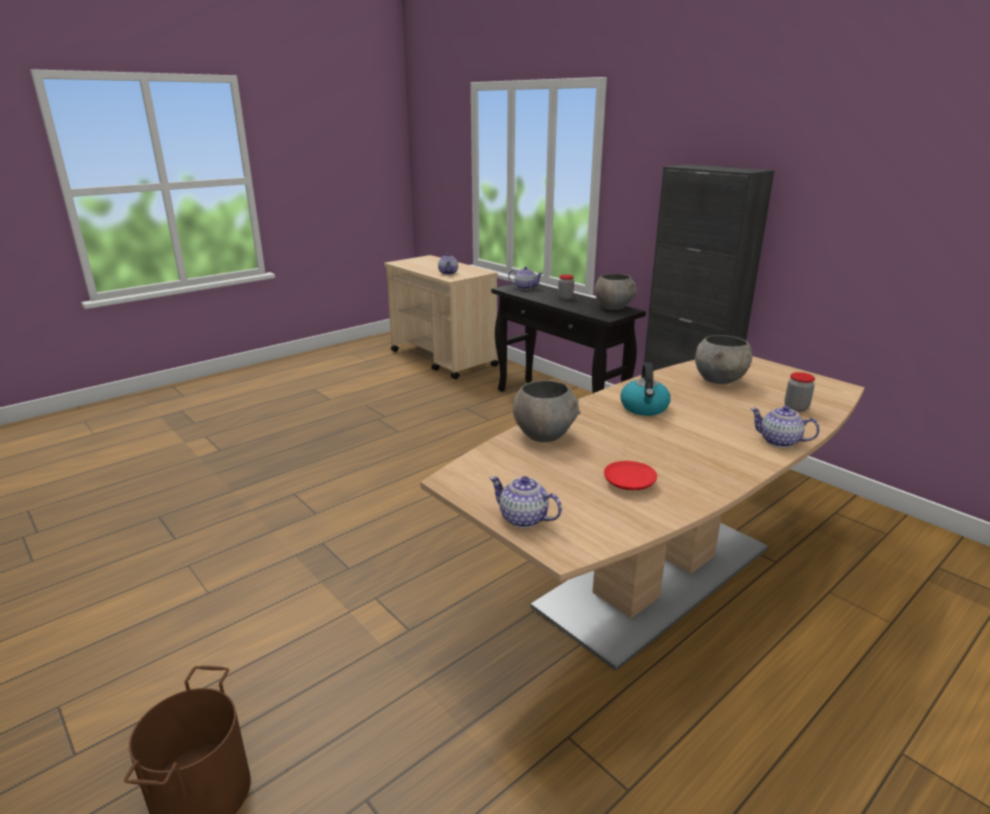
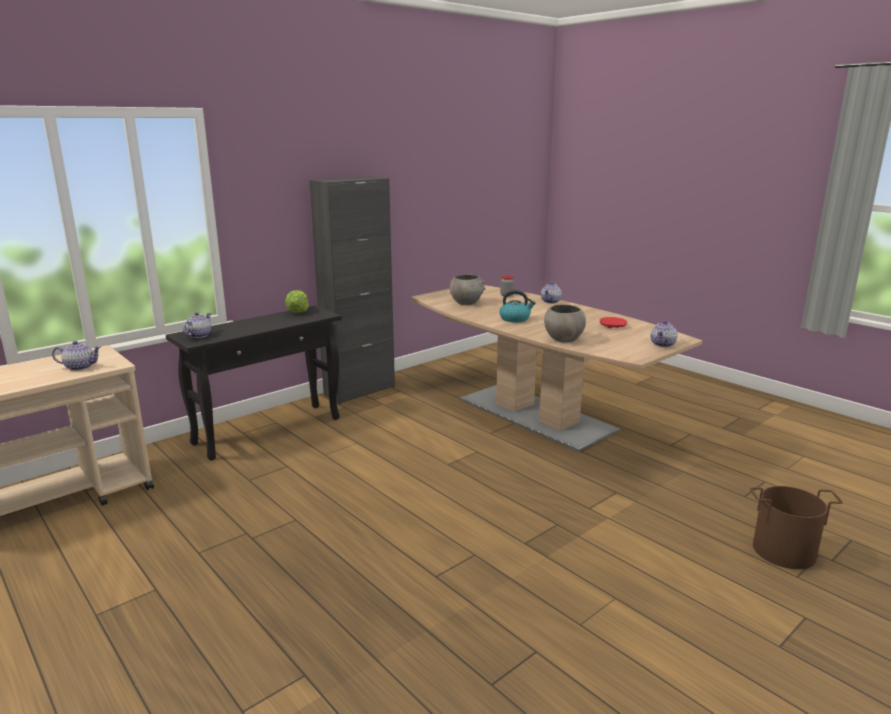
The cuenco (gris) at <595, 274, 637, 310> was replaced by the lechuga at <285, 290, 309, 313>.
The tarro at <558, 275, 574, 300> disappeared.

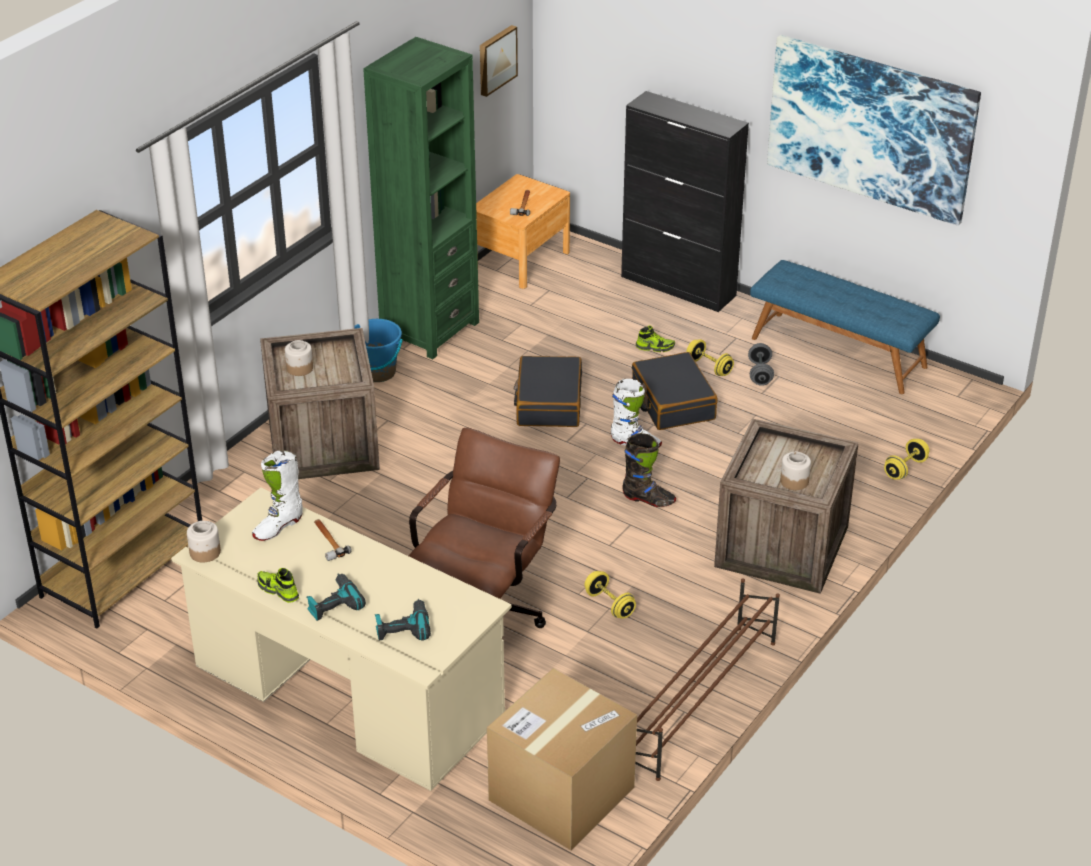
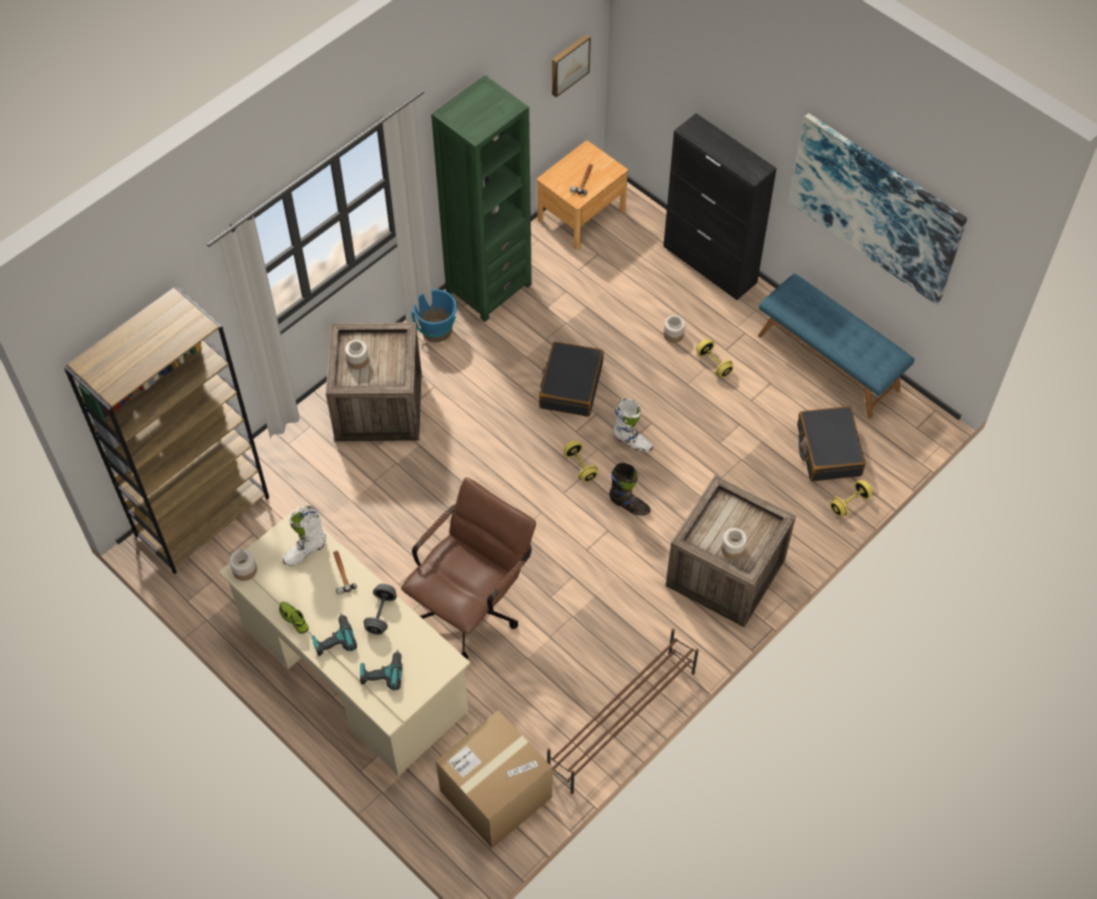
The zapato at <636, 326, 675, 352> was replaced by the tarro at <664, 315, 685, 343>.
The mancuerna (gris) moved from <748, 343, 774, 386> to <363, 584, 397, 635>.
The maleta (negro) moved from <632, 352, 718, 430> to <797, 406, 866, 482>.
The mancuerna (amarillo) moved from <585, 571, 636, 619> to <564, 440, 598, 482>.

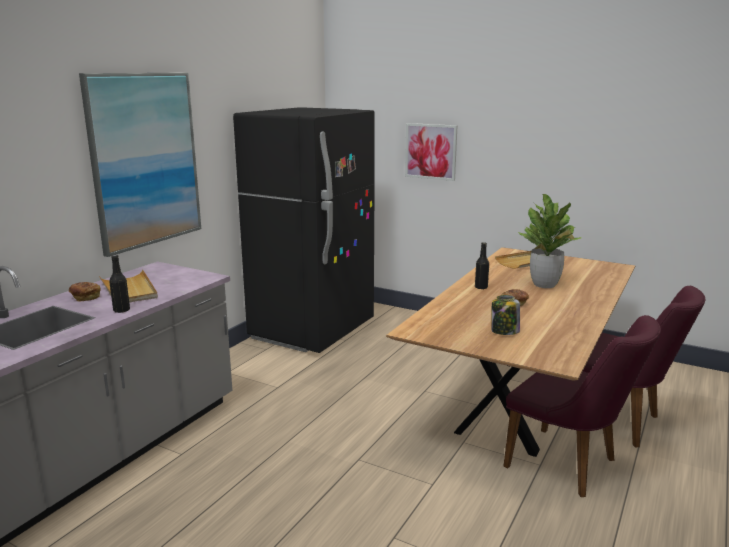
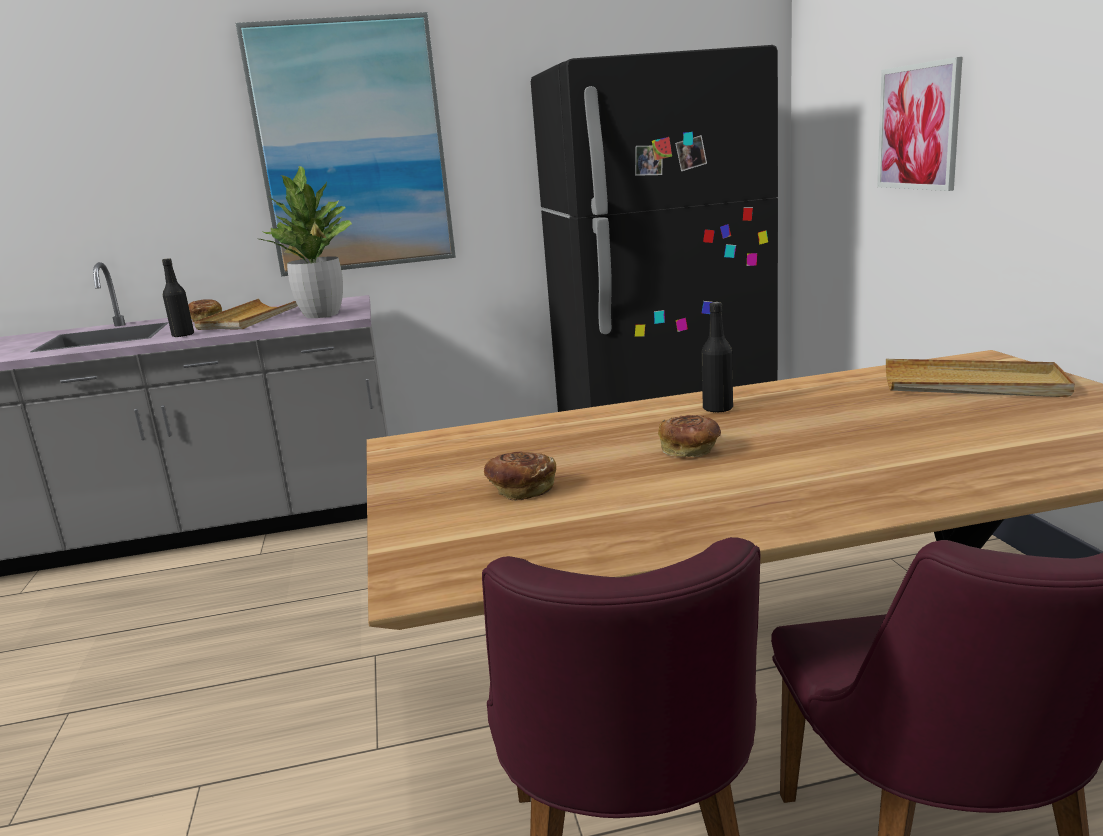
The planta en maceta moved from <517, 194, 582, 288> to <260, 166, 352, 318>.
The tarro at <492, 295, 520, 335> was replaced by the pan at <484, 452, 556, 501>.

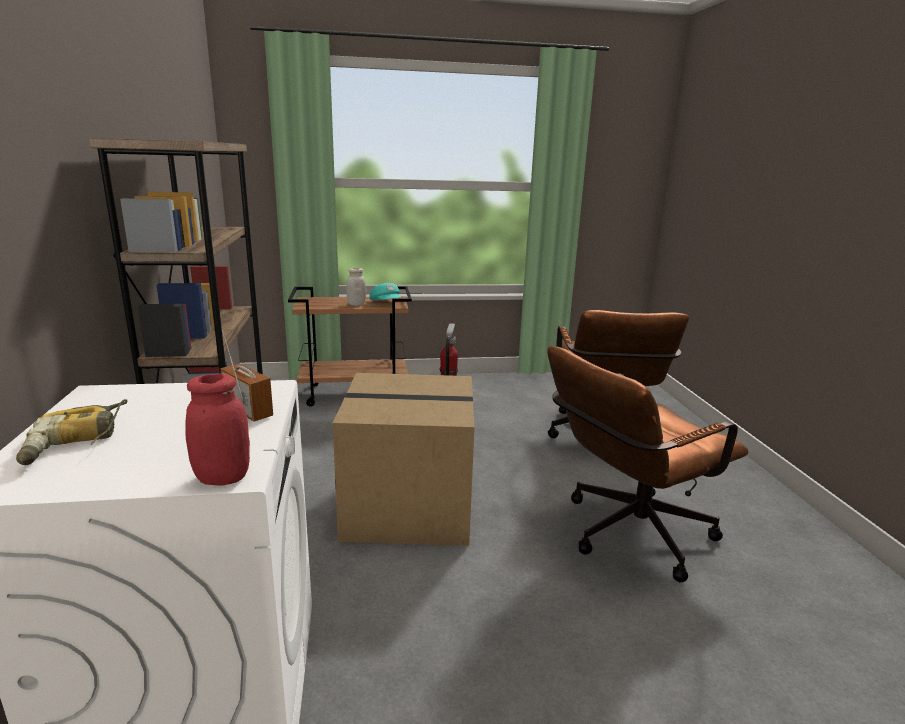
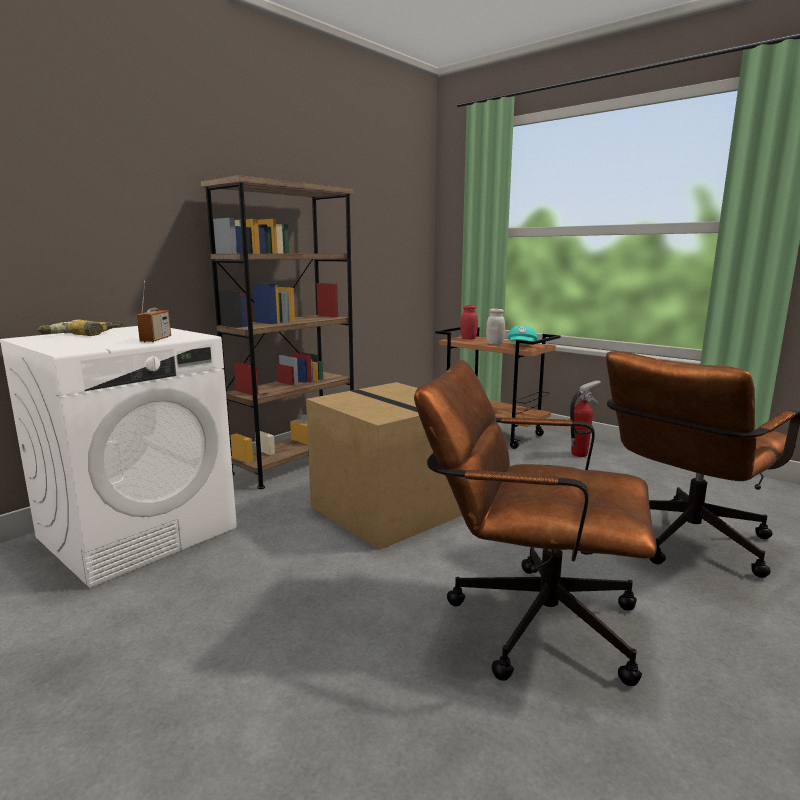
The tarro (rojo) moved from <185, 374, 250, 486> to <460, 305, 478, 339>.

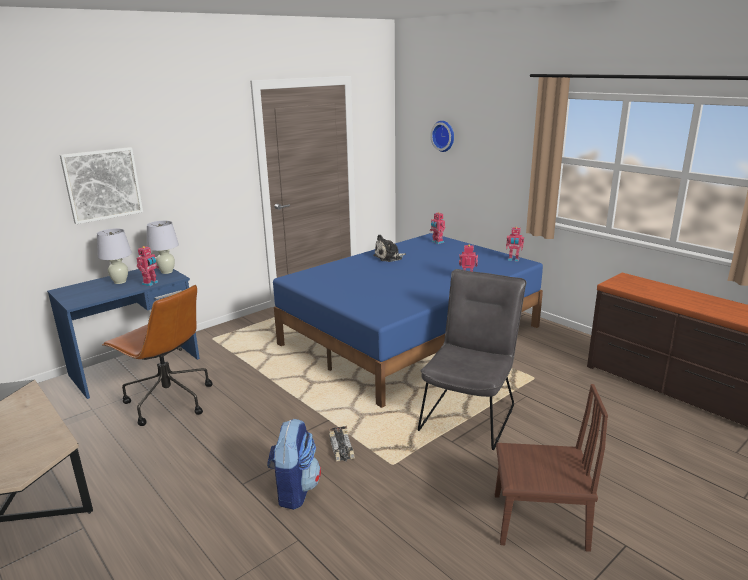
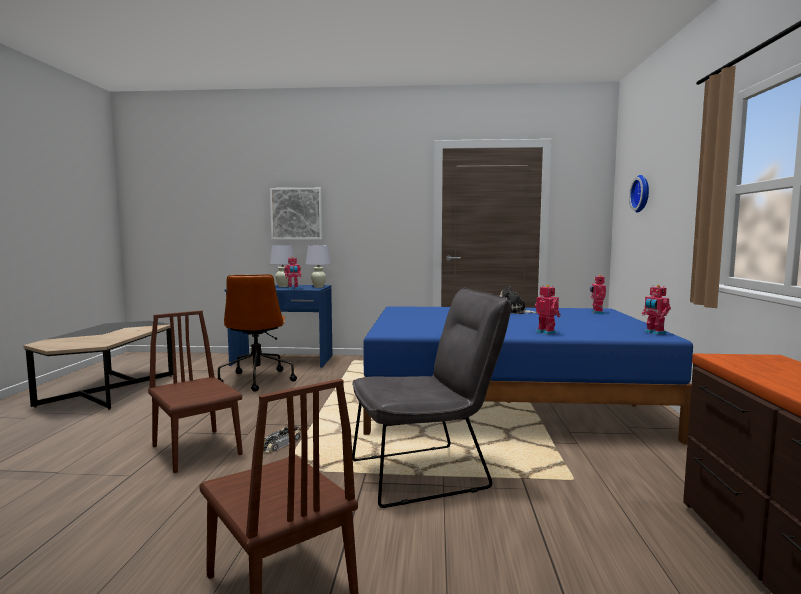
The mochila at <267, 419, 321, 510> was replaced by the silla (marrón) at <148, 310, 243, 473>.

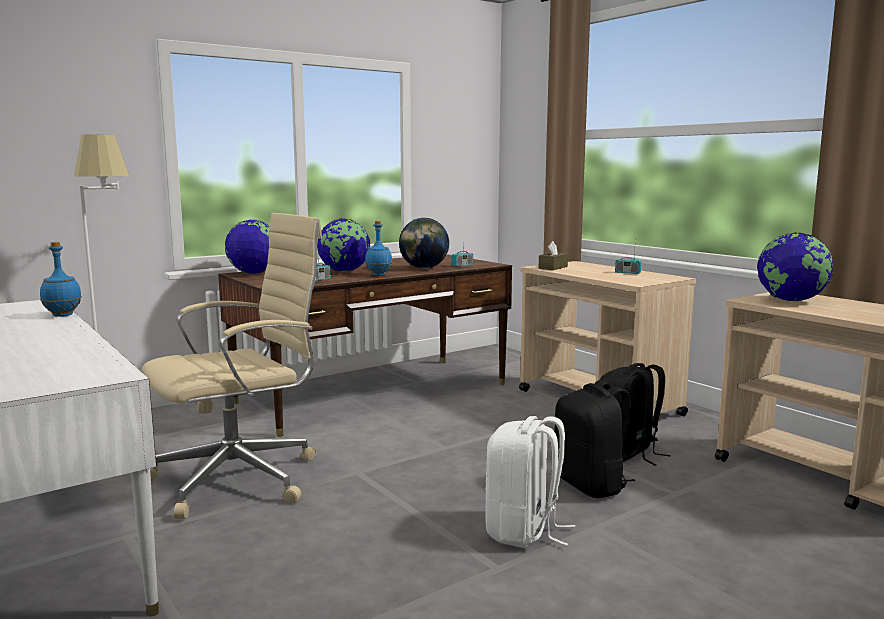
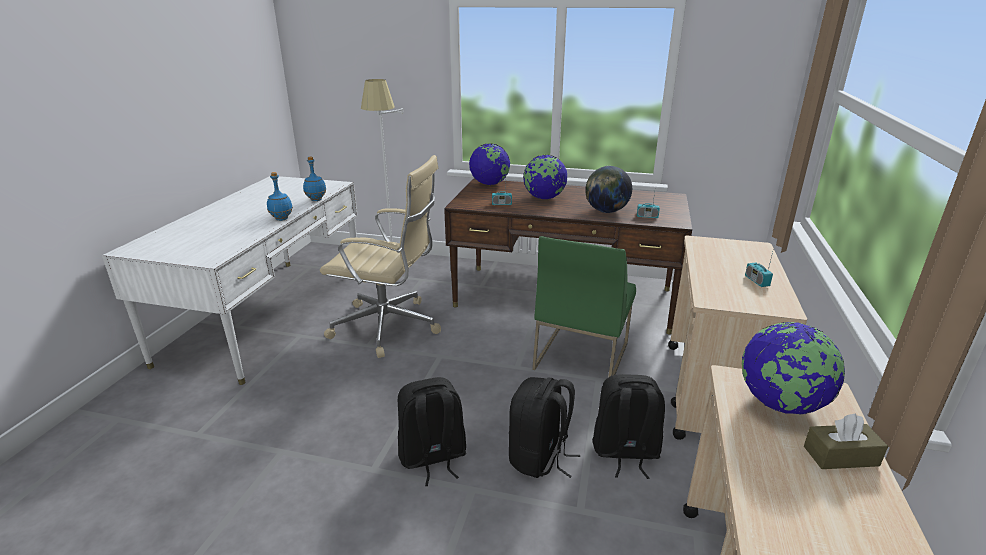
The botella (azul) moved from <365, 221, 392, 276> to <267, 172, 293, 221>.
The caja de pañuelos (marrón) moved from <539, 241, 568, 270> to <804, 414, 888, 469>.
The mochila (blanco) at <485, 416, 576, 548> became the mochila (negro) at <398, 377, 466, 486>.
The silla (verde) at <532, 236, 636, 377> appeared.

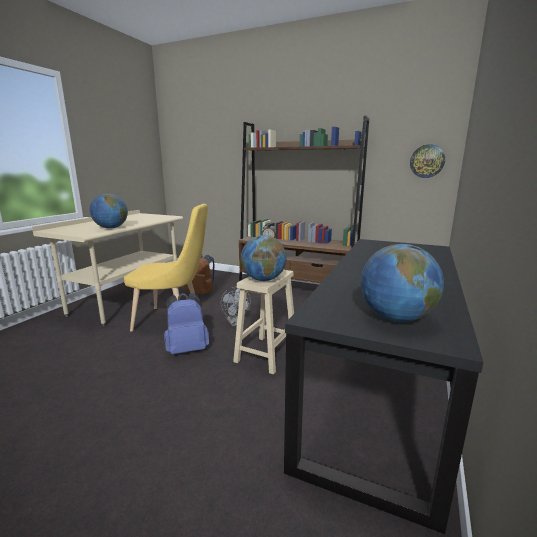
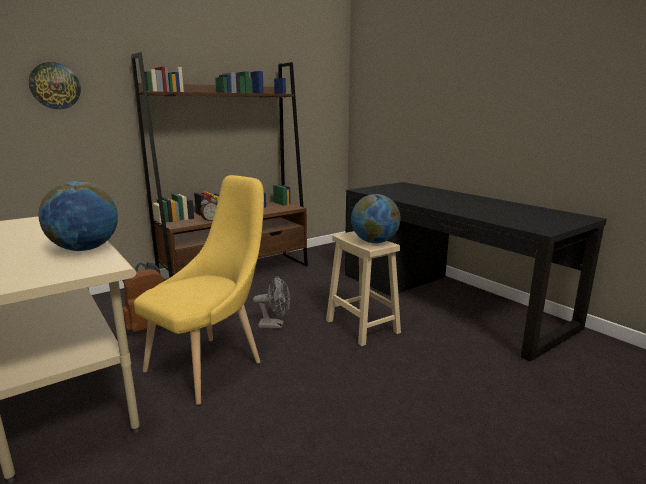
The reloj de pared moved from <410, 144, 445, 178> to <29, 62, 81, 109>.
The globo terráqueo at <361, 244, 444, 322> disappeared.
The mochila (azul) at <164, 293, 209, 355> disappeared.

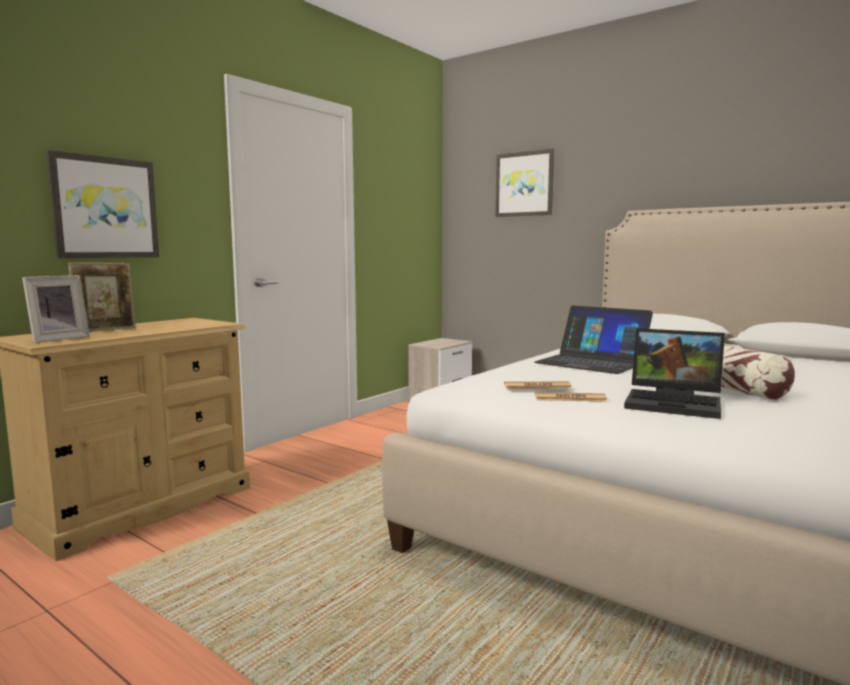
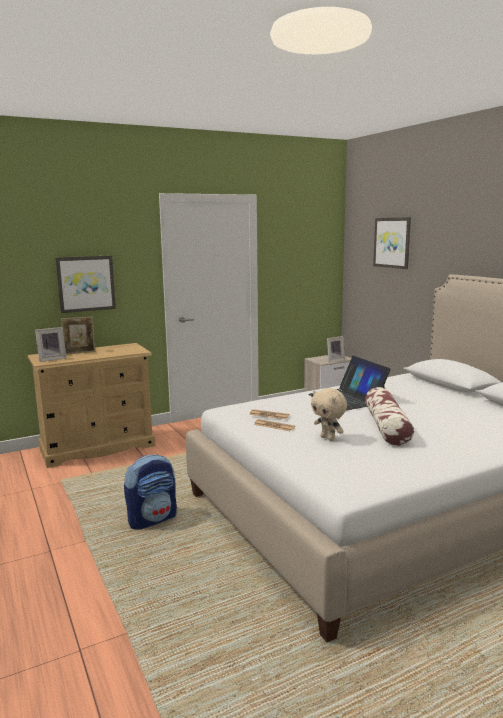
The portátil at <624, 328, 725, 419> was replaced by the peluche (beis) at <311, 388, 347, 441>.
The portarretratos at <327, 336, 345, 363> appeared.
The mochila at <124, 454, 177, 530> appeared.

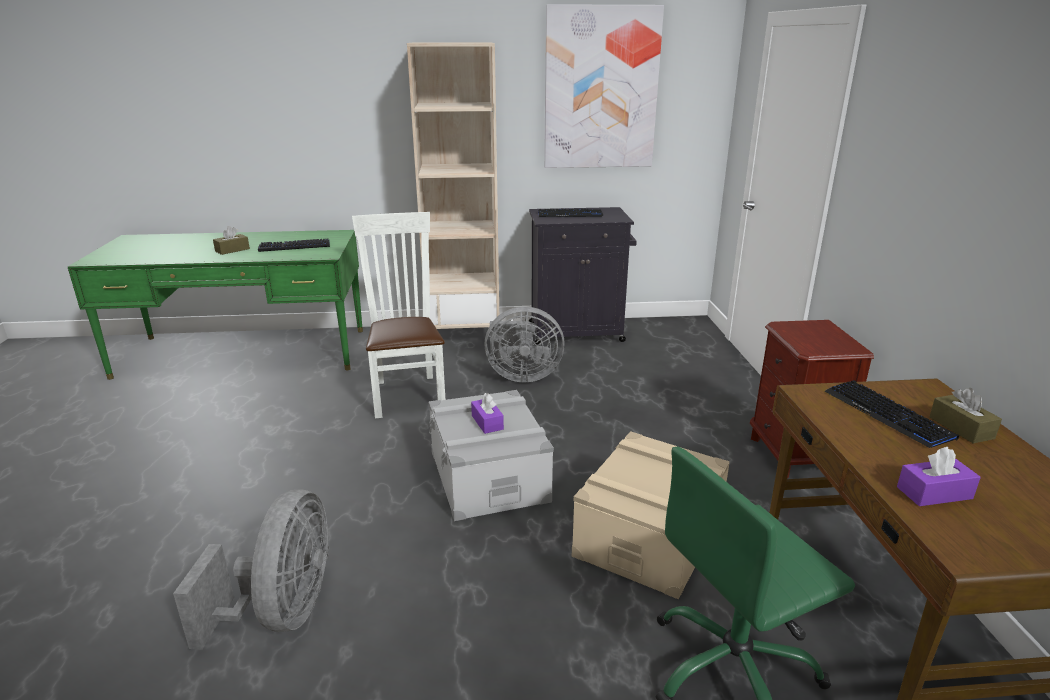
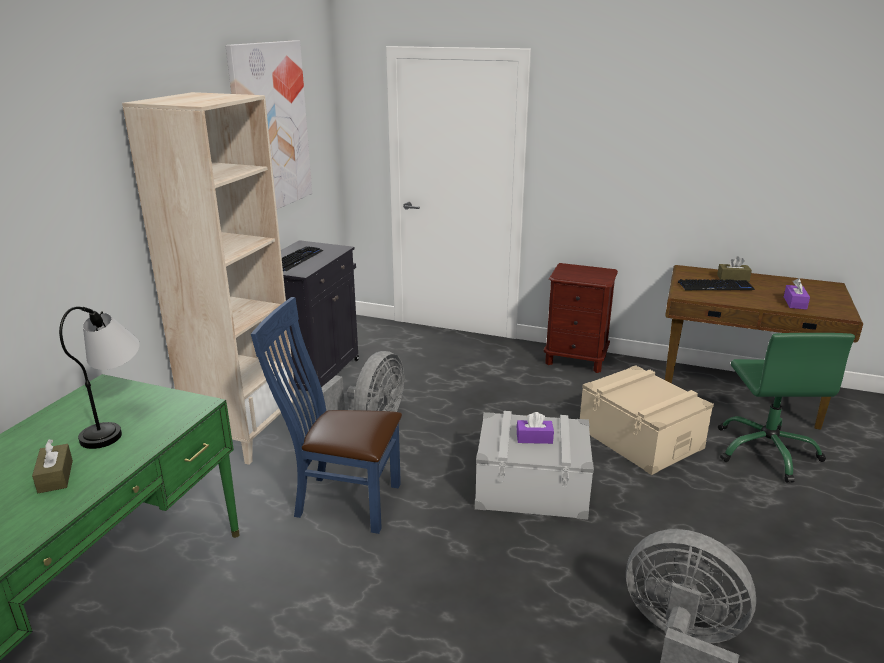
The silla (blanco) at <352, 212, 445, 418> became the silla (azul) at <251, 297, 402, 534>.
The teclado at <258, 238, 330, 252> was replaced by the lámpara de mesa at <59, 307, 140, 449>.

